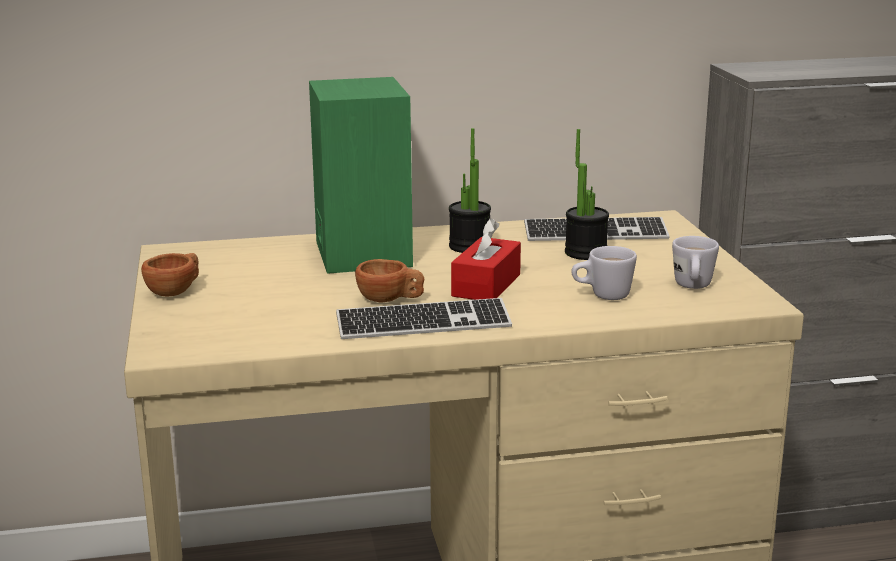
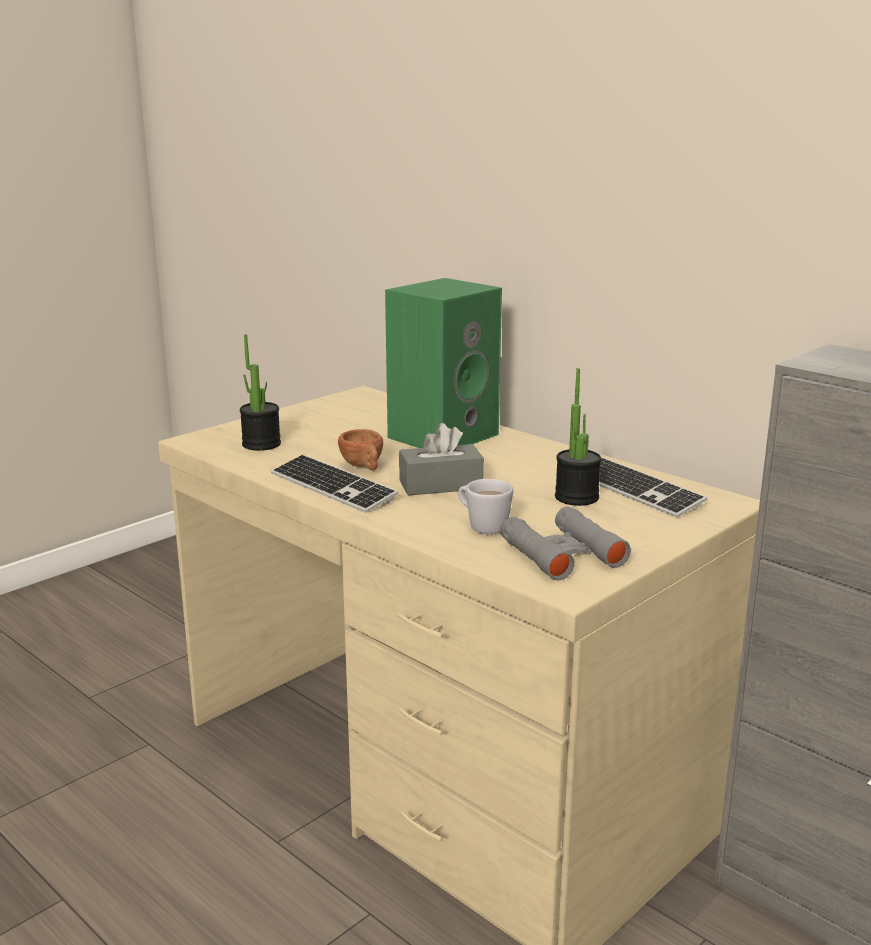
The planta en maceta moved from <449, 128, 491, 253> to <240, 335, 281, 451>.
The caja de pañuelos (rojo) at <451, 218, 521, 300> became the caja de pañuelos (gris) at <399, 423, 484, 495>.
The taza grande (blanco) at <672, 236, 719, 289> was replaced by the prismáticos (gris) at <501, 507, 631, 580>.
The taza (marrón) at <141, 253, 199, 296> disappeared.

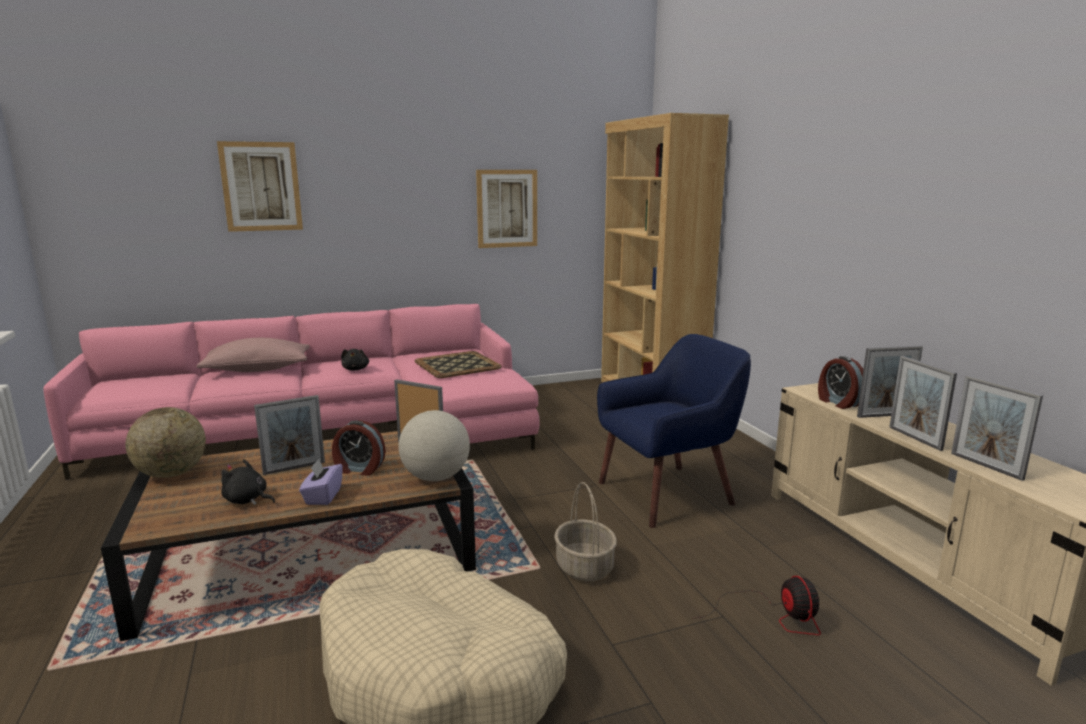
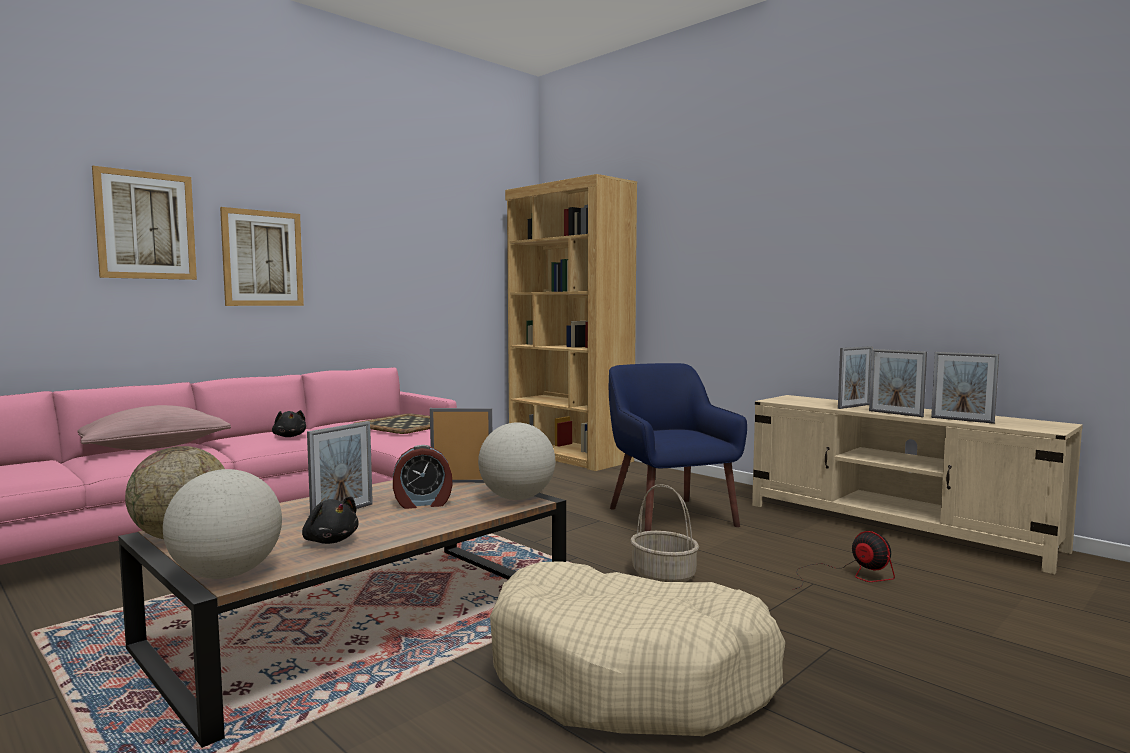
The cuadro moved from <476, 170, 537, 248> to <220, 207, 304, 306>.
The sillón (azul) at <597, 334, 751, 528> turned 60 degrees counterclockwise.
The despertador at <818, 356, 863, 409> disappeared.
The peluche (negro) at <221, 459, 275, 505> turned 135 degrees counterclockwise.
The caja de pañuelos (morado) at <299, 459, 343, 505> disappeared.
The globo terráqueo at <163, 469, 282, 579> appeared.

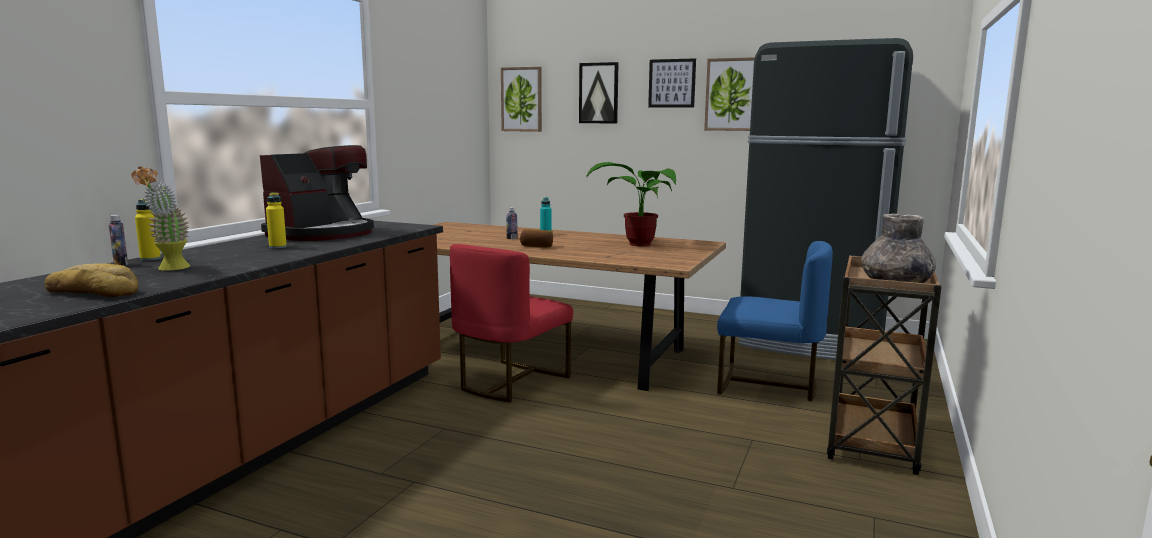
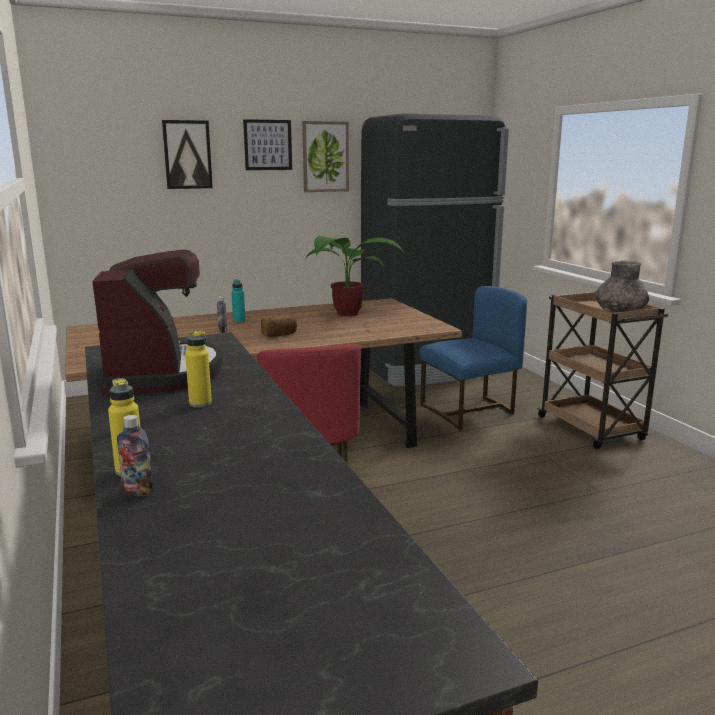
The cuadro at <501, 67, 542, 132> disappeared.
The planta en maceta at <131, 166, 190, 270> disappeared.
The pan at <44, 263, 139, 297> disappeared.

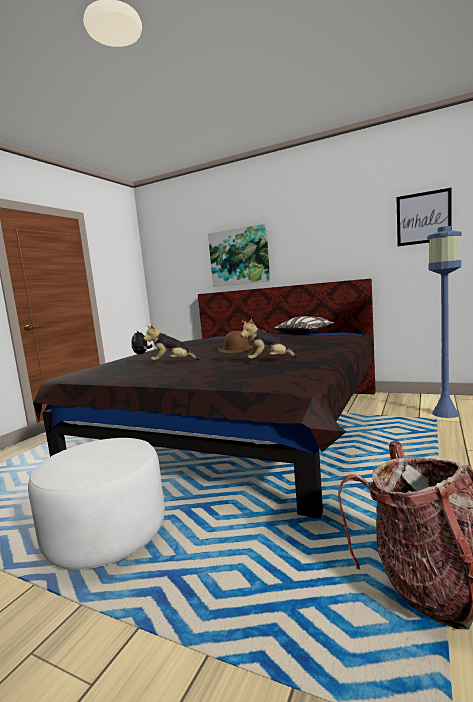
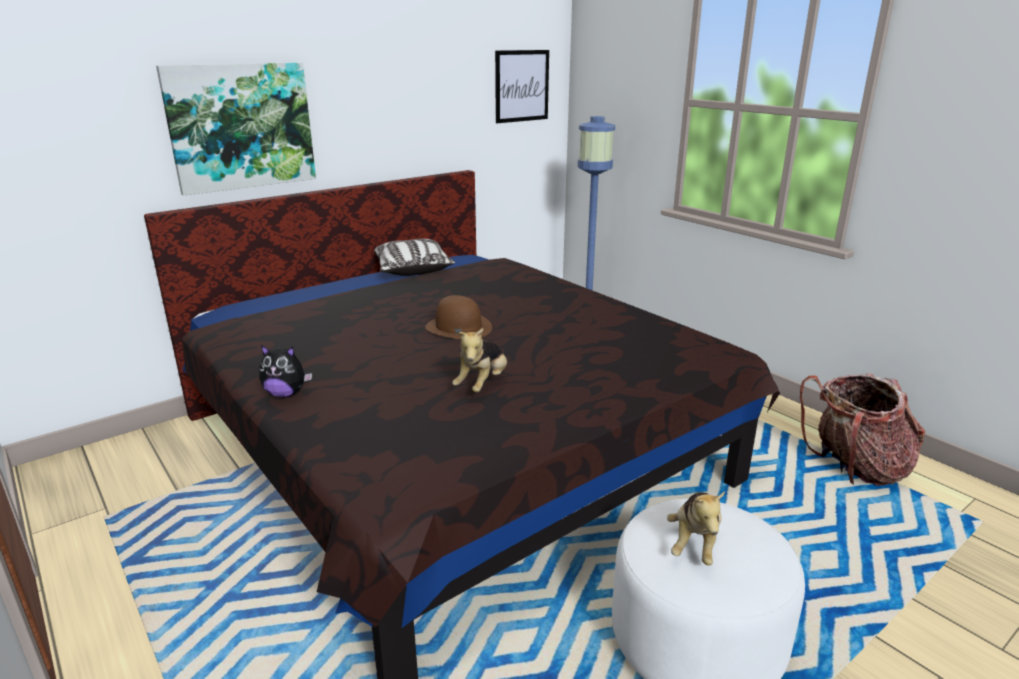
The peluche moved from <240, 319, 298, 359> to <667, 491, 725, 565>.

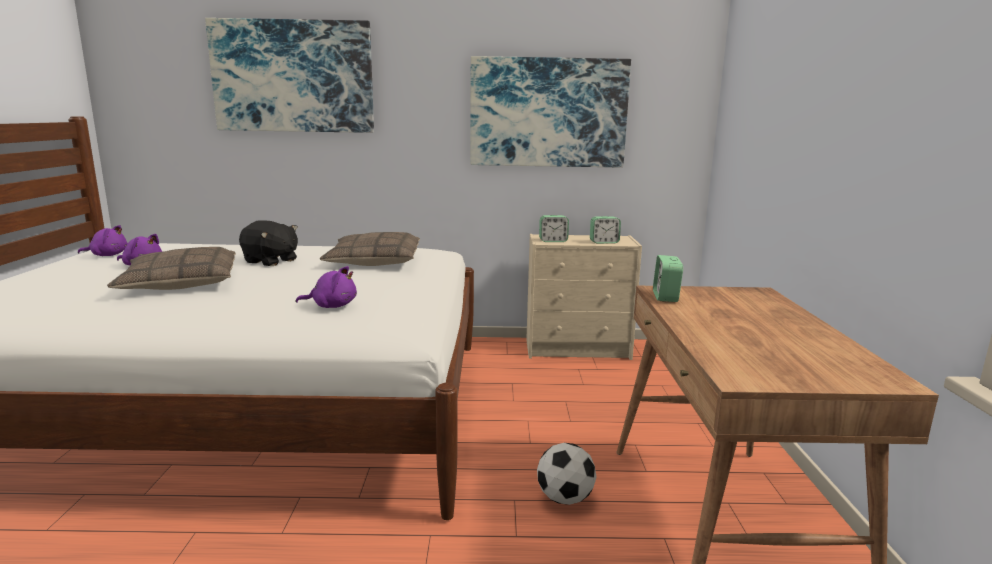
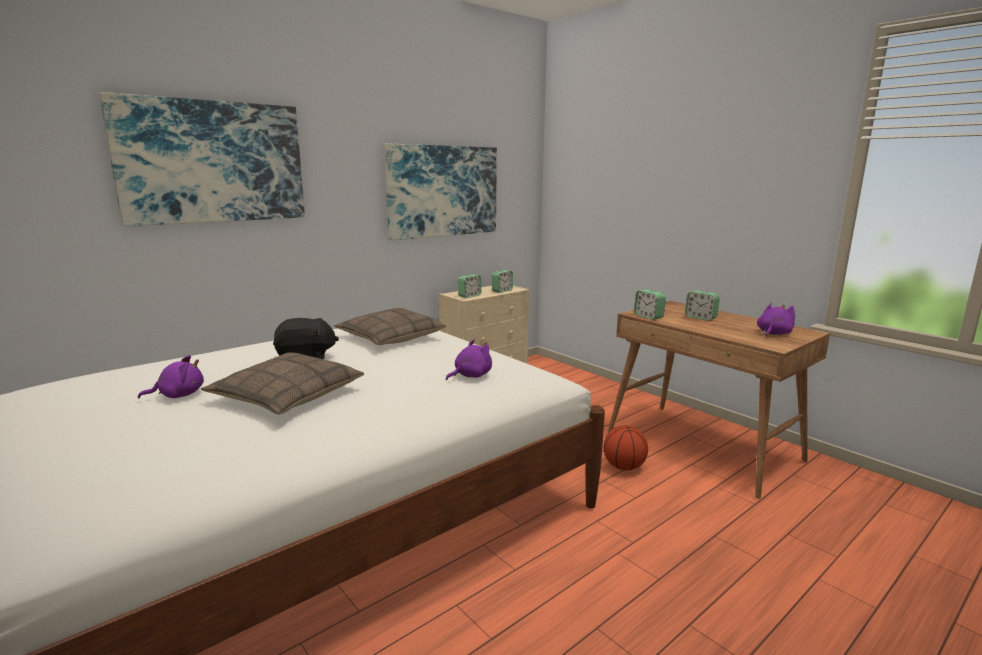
The peluche (morado) moved from <78, 225, 128, 256> to <757, 303, 795, 337>.
The balón de fútbol at <537, 443, 597, 505> was replaced by the balón de baloncesto at <604, 425, 648, 470>.
The despertador at <685, 290, 720, 320> appeared.

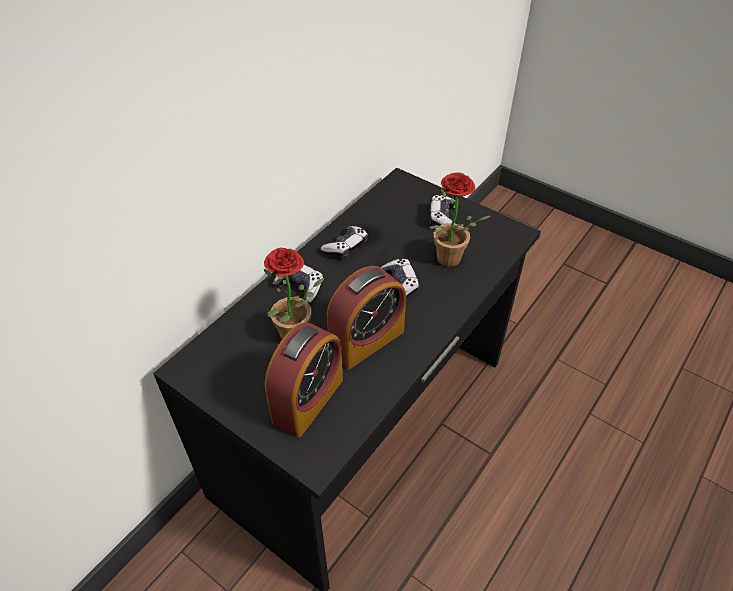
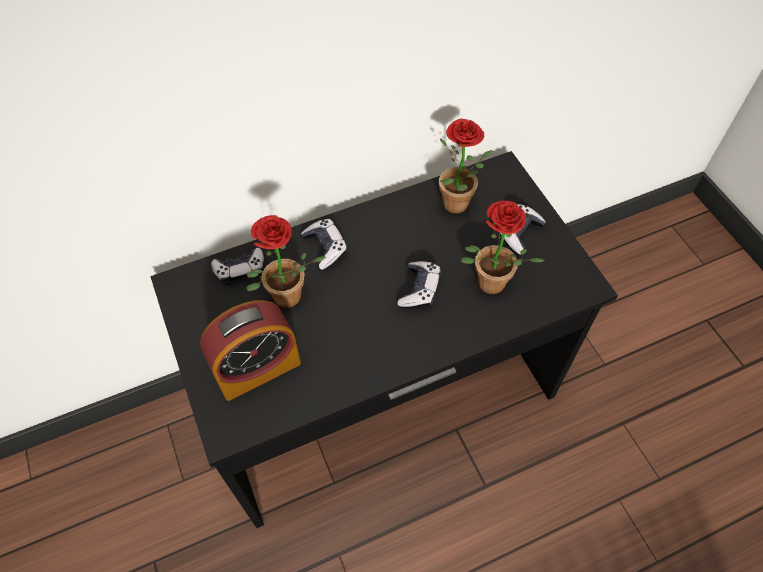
The mando de consola moved from <321, 226, 368, 258> to <211, 248, 264, 285>.
The despertador at <327, 266, 406, 369> disappeared.
The planta en maceta at <439, 118, 493, 213> appeared.

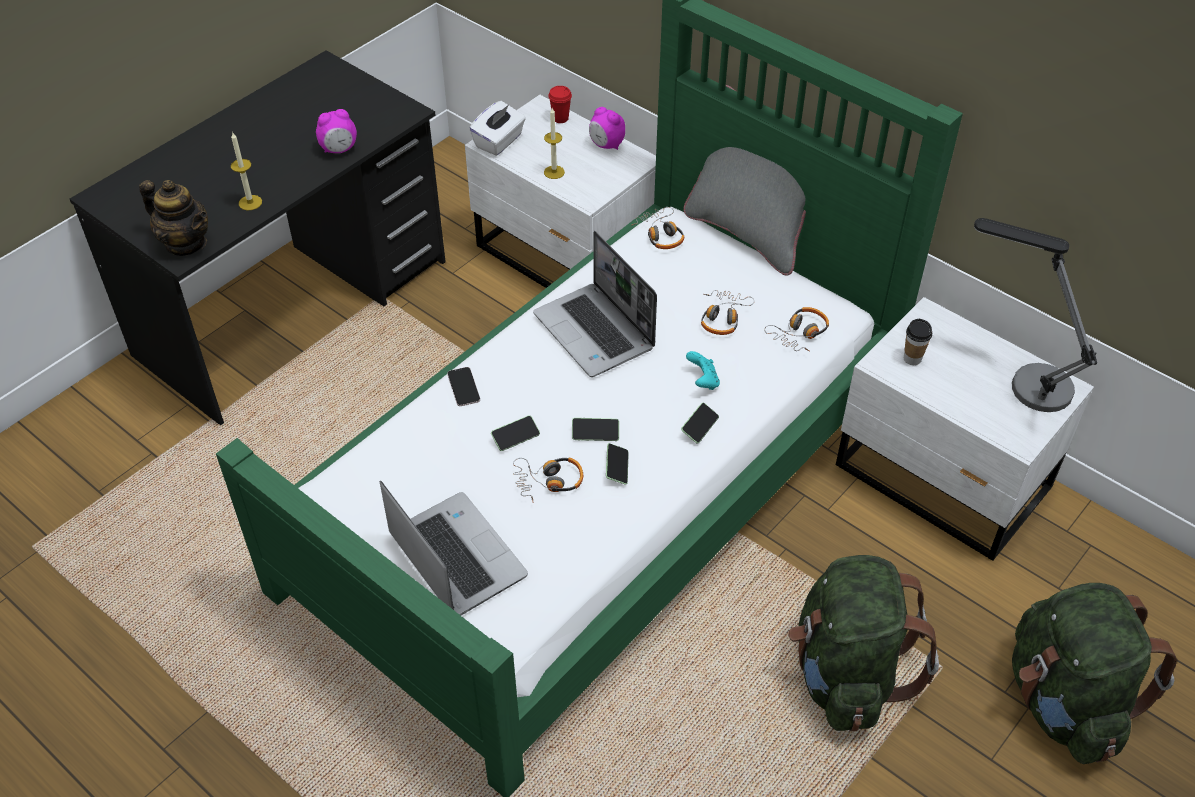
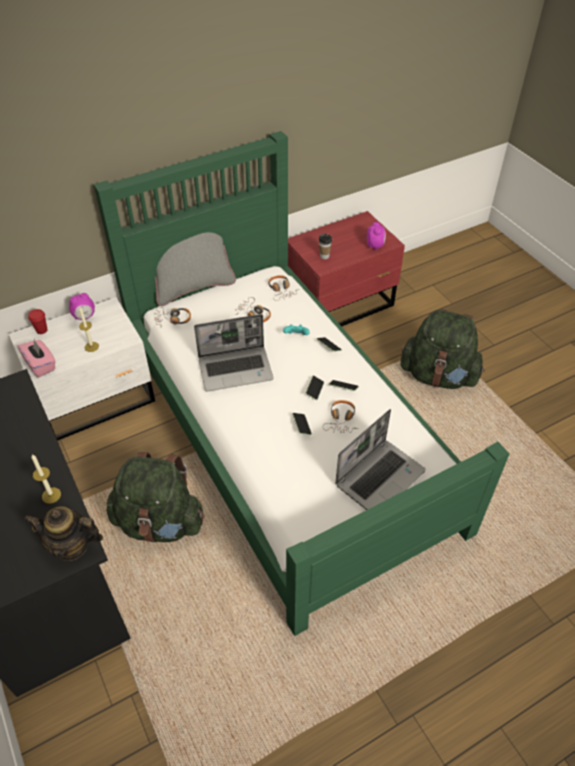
The caja de pañuelos (blanco) at <469, 101, 526, 156> became the caja de pañuelos (rosa) at <17, 339, 56, 378>.
The despertador moved from <316, 109, 357, 153> to <367, 222, 386, 251>.
The tetera at <139, 180, 208, 256> turned 135 degrees counterclockwise.
The lámpara de mesa at <974, 218, 1097, 412> disappeared.
The mesita de noche (blanco) at <836, 297, 1094, 561> became the mesita de noche (rojo) at <288, 211, 405, 326>.
The móvil at <447, 367, 480, 406> disappeared.
The portátil at <380, 481, 528, 615> turned 150 degrees clockwise.
The mochila (verde) moved from <1012, 583, 1177, 764> to <107, 452, 205, 542>.

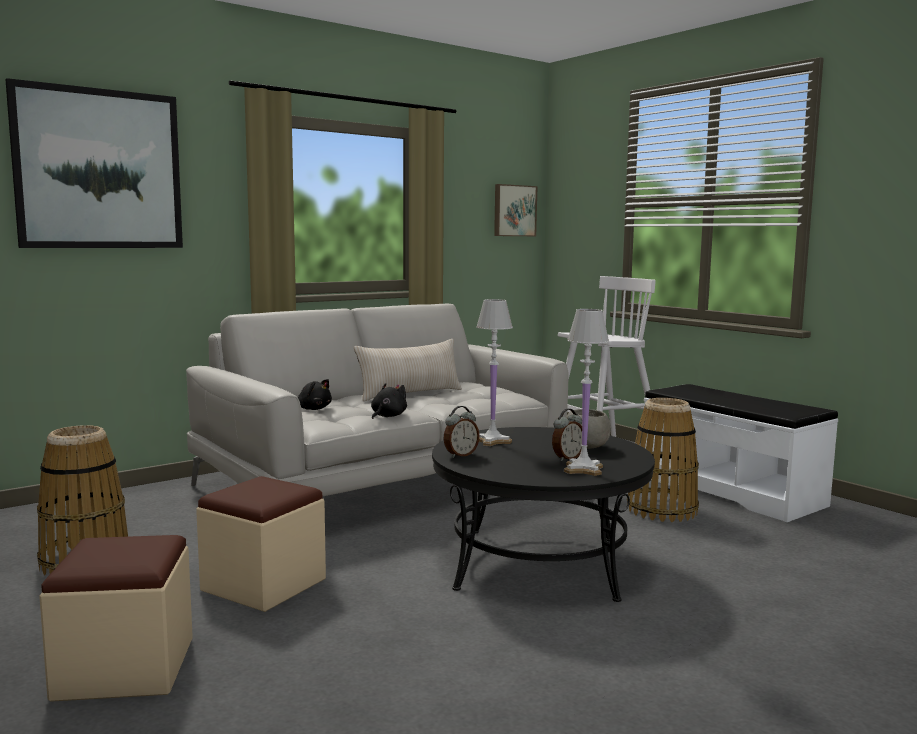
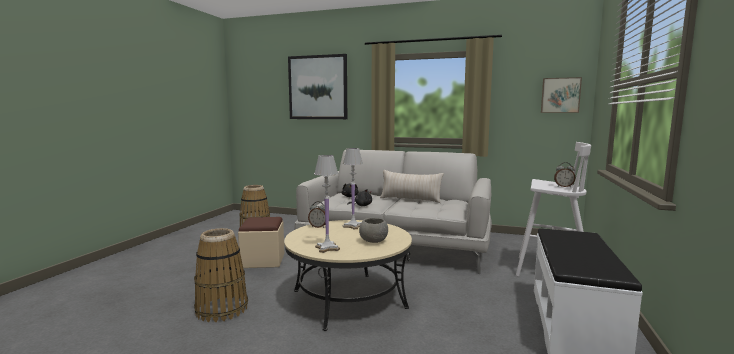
The cesta moved from <627, 398, 699, 522> to <194, 228, 248, 322>.
The despertador moved from <552, 409, 582, 461> to <554, 162, 575, 187>.
The mesa de centro (negro) at <432, 427, 655, 602> became the mesa de centro (beis) at <284, 220, 412, 331>.
The puf (beis) at <39, 535, 193, 702> disappeared.

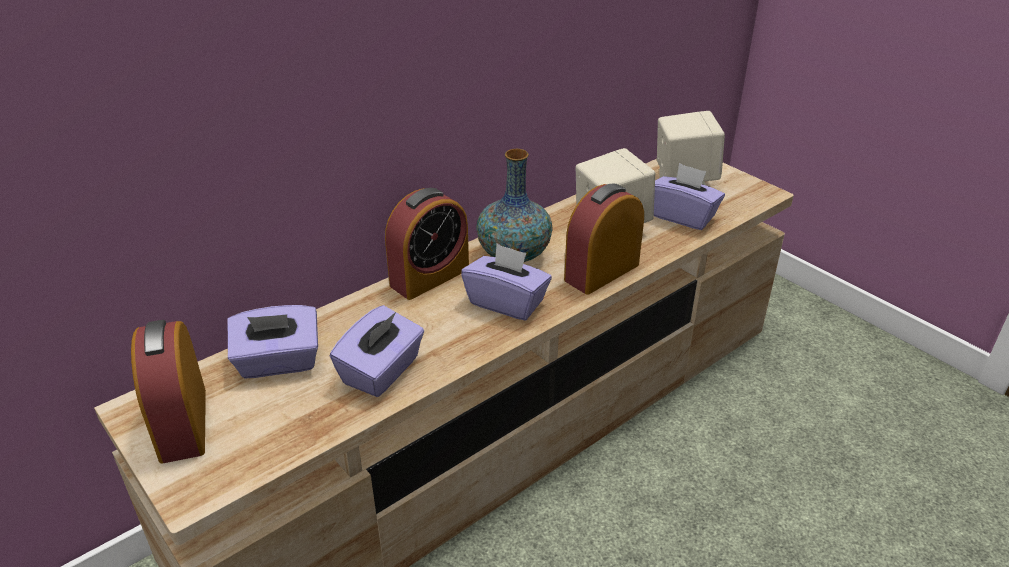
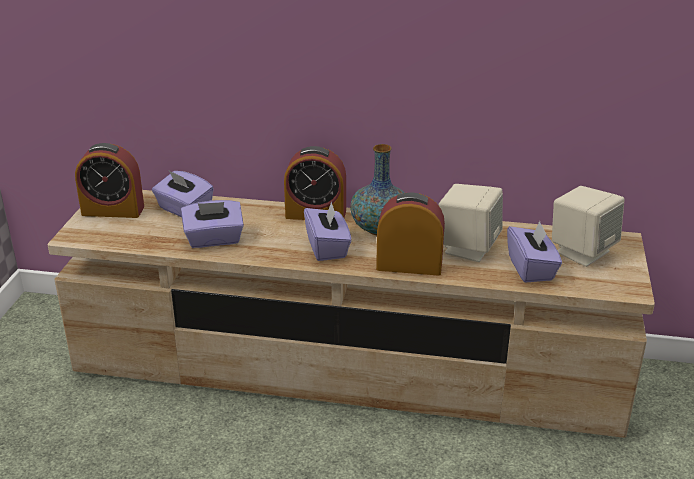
The despertador at <131, 320, 206, 463> turned 120 degrees counterclockwise.

